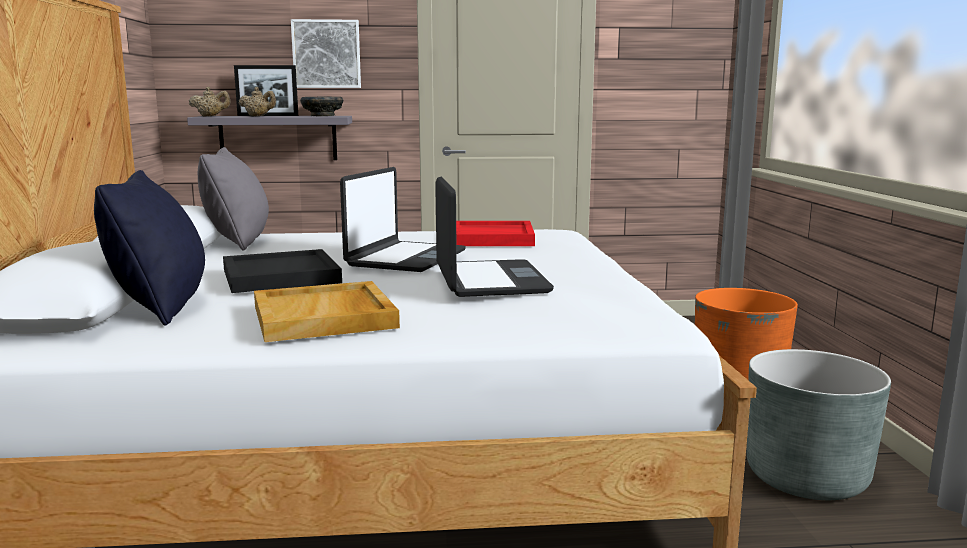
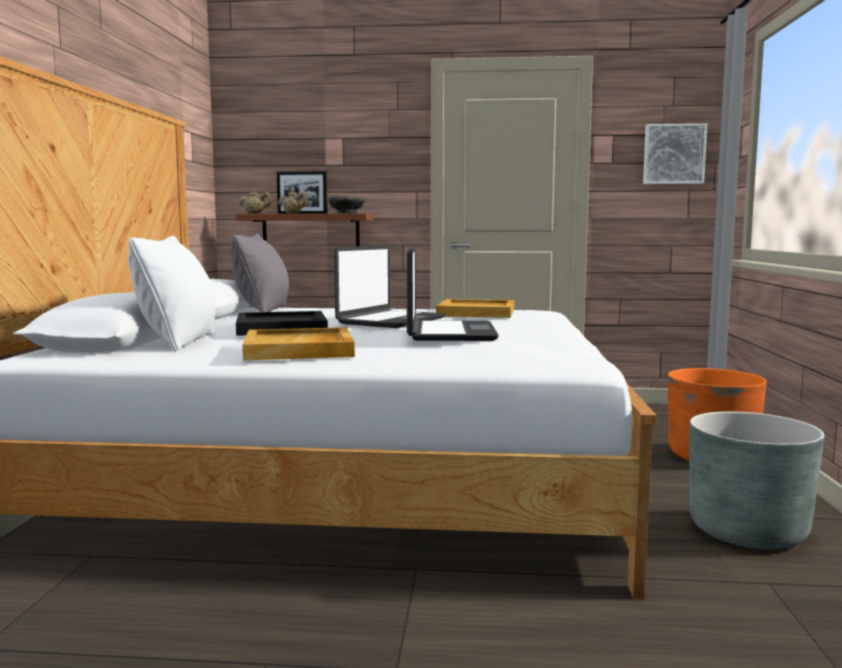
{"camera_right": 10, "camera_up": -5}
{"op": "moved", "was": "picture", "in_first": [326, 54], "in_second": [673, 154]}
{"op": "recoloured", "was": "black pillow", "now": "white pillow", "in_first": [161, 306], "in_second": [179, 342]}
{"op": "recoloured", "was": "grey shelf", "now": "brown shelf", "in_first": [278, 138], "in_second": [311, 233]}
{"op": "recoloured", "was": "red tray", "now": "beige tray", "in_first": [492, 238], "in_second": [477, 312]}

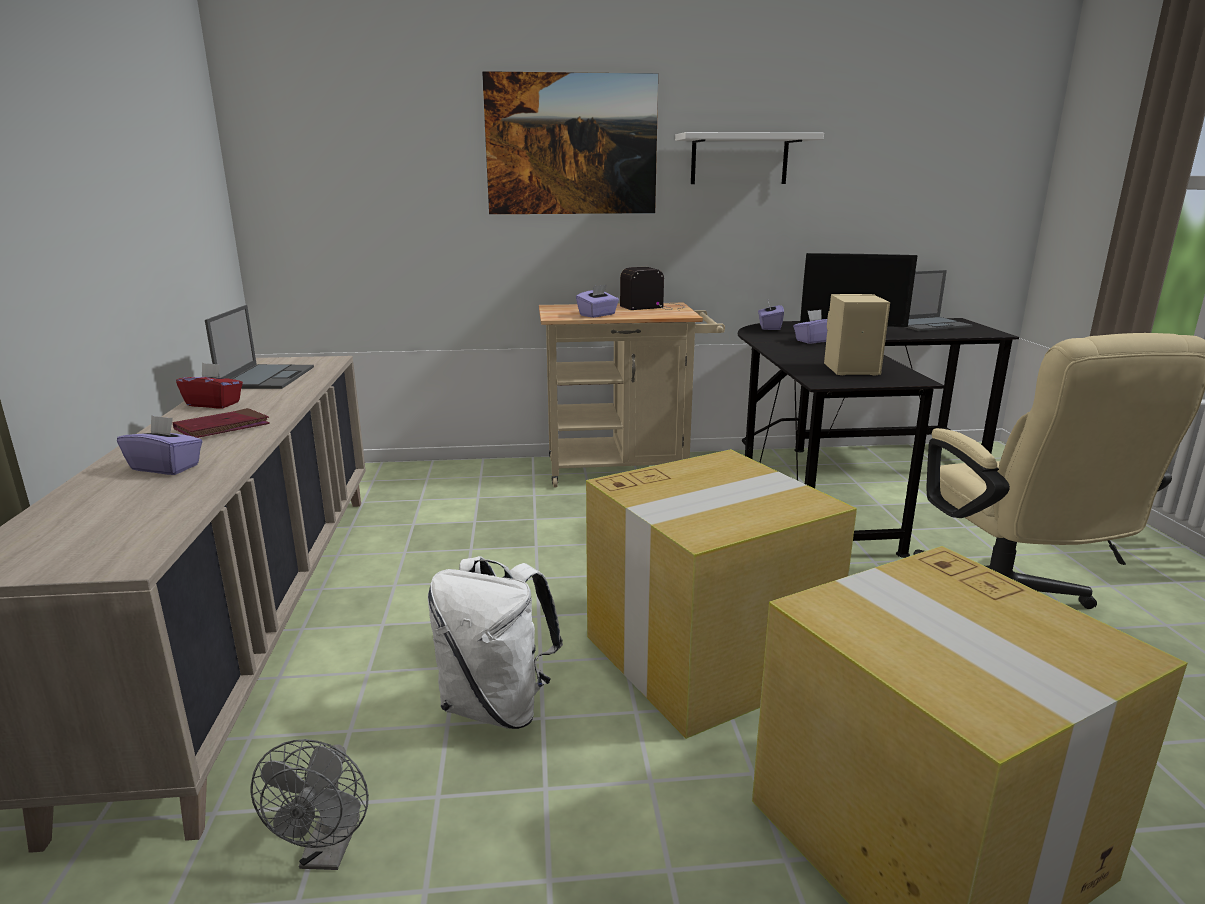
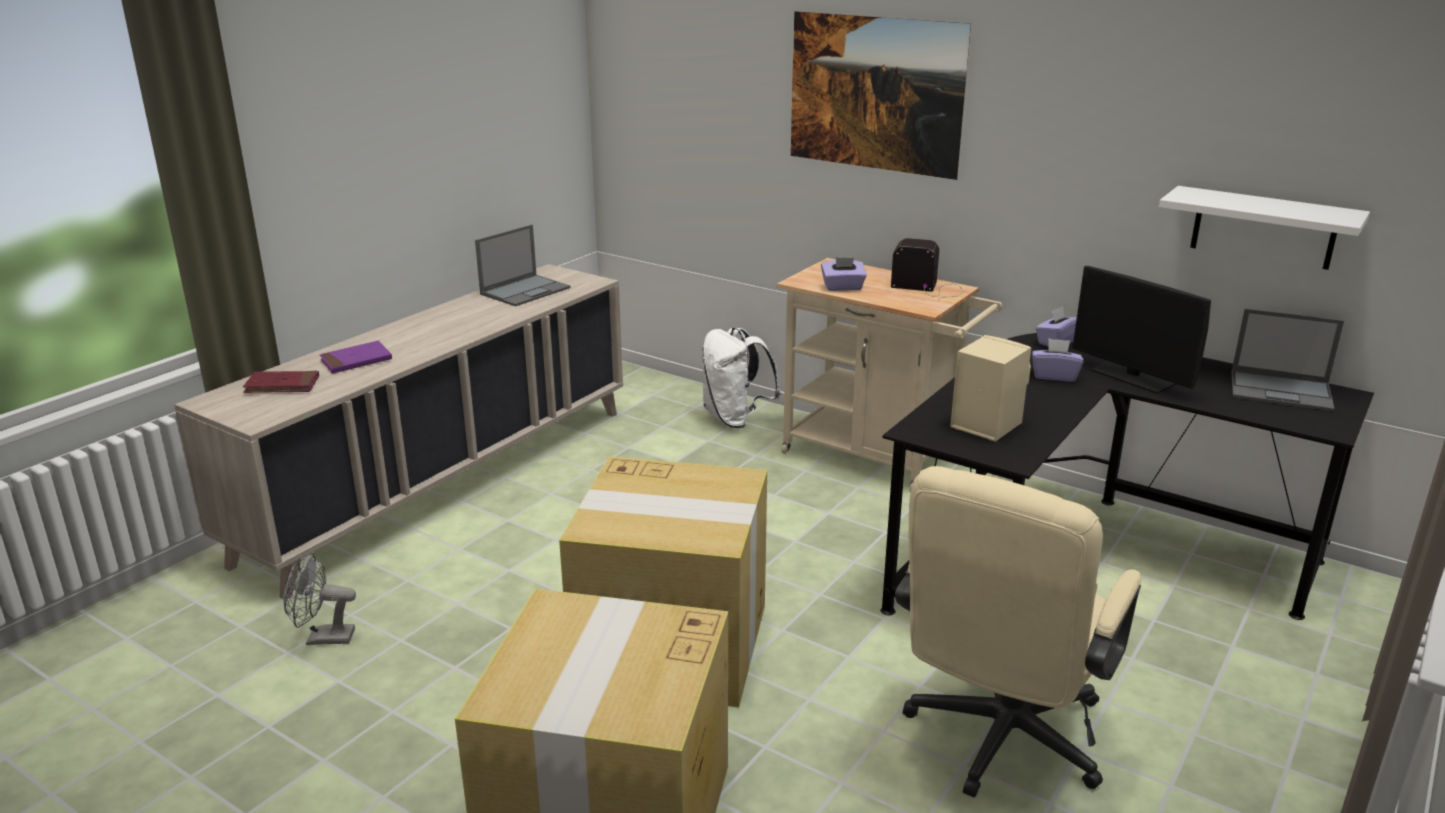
{"camera_right": 40, "camera_up": 5}
{"op": "removed", "was": "red tissue box", "in_first": [214, 404]}
{"op": "moved", "was": "red book", "in_first": [222, 428], "in_second": [282, 385]}
{"op": "moved", "was": "white backpack", "in_first": [497, 706], "in_second": [735, 419]}
{"op": "moved", "was": "white shelf", "in_first": [739, 159], "in_second": [1263, 228]}
{"op": "replaced", "was": "purple tissue box", "now": "purple book", "in_first": [166, 467], "in_second": [356, 360]}
{"op": "turned", "was": "grey fan", "in_first": [327, 853], "in_second": [322, 638], "clockwise": 45}

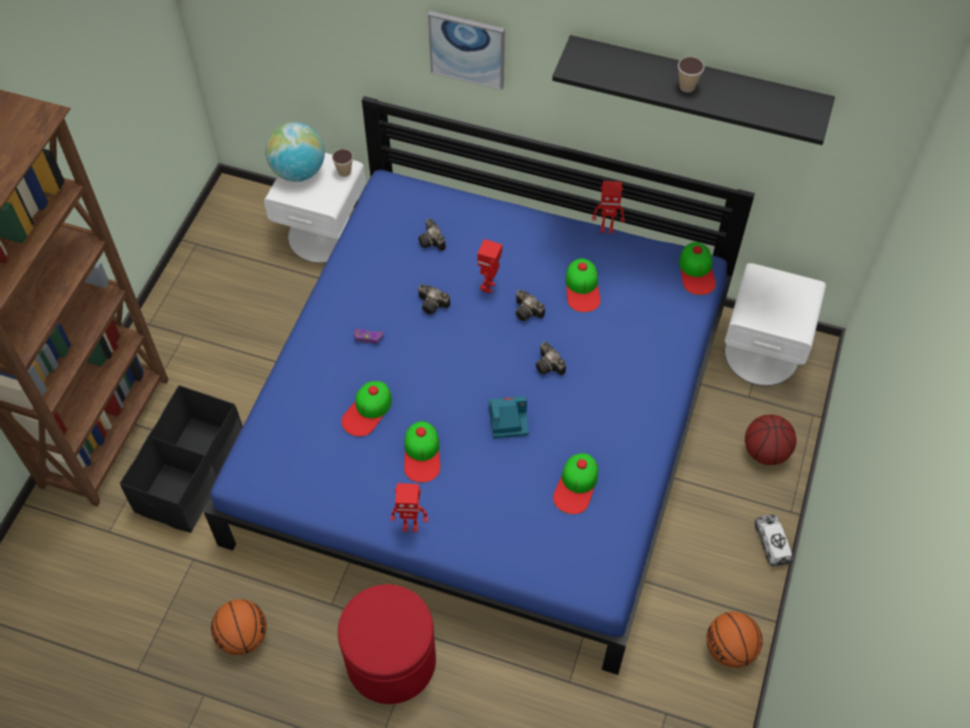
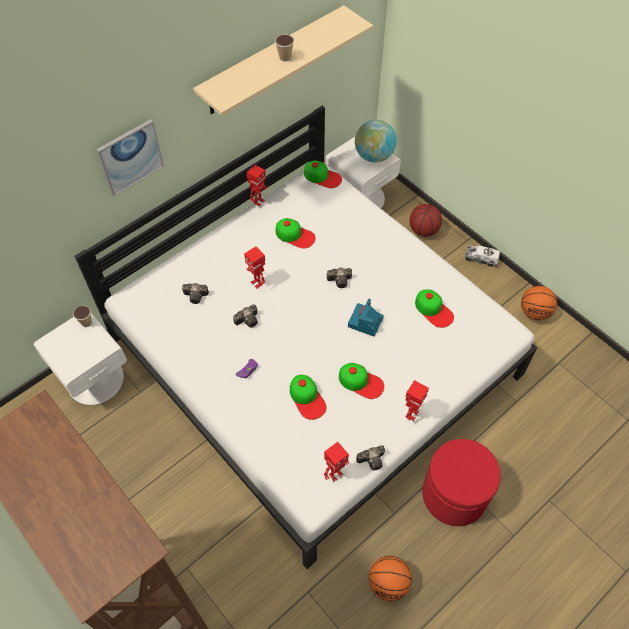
{"camera_right": -60, "camera_up": 0}
{"op": "removed", "was": "black storage box", "in_first": [192, 474]}
{"op": "added", "now": "toy robot", "in_second": [335, 474]}
{"op": "moved", "was": "globe", "in_first": [298, 171], "in_second": [374, 156]}
{"op": "moved", "was": "photo camera", "in_first": [528, 312], "in_second": [373, 460]}
{"op": "recoloured", "was": "blue bed", "now": "white bed", "in_first": [485, 422], "in_second": [315, 356]}
{"op": "recoloured", "was": "black shelf", "now": "beige shelf", "in_first": [696, 85], "in_second": [272, 61]}

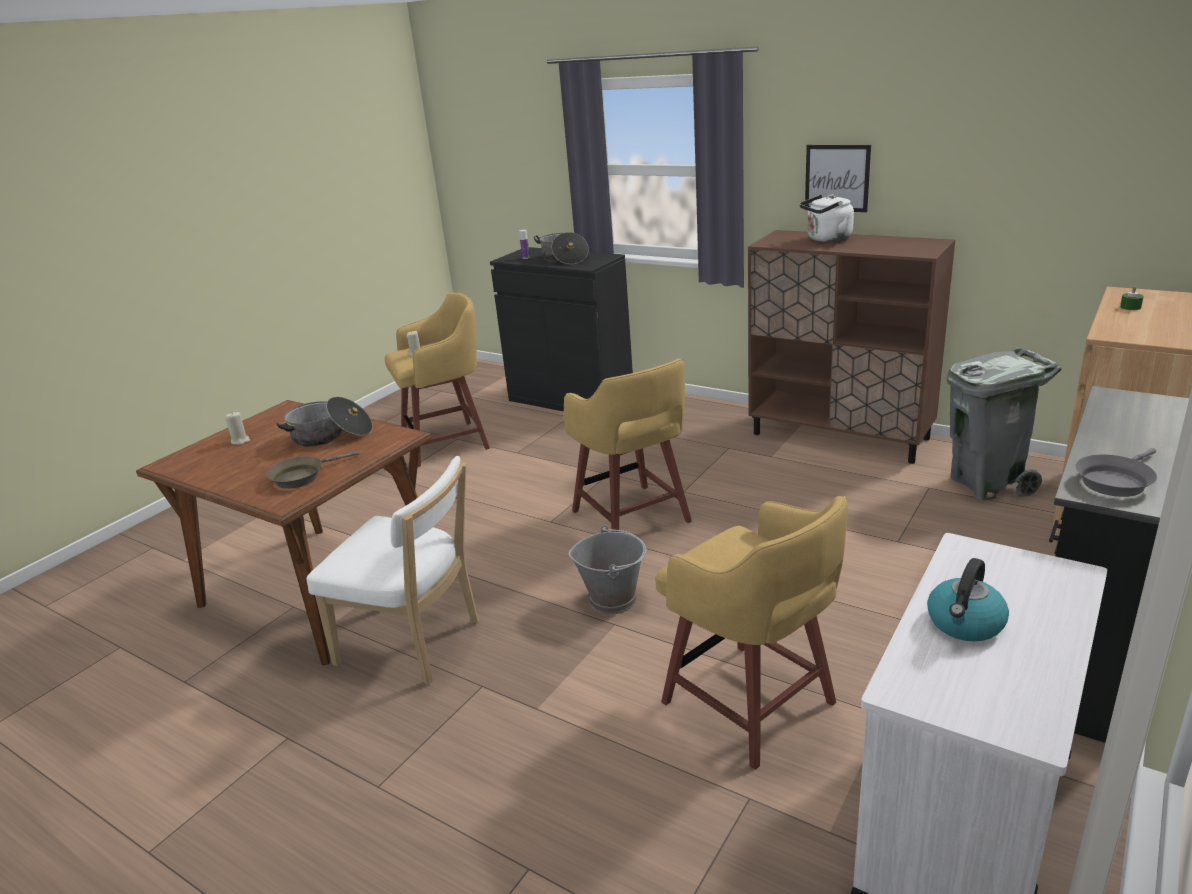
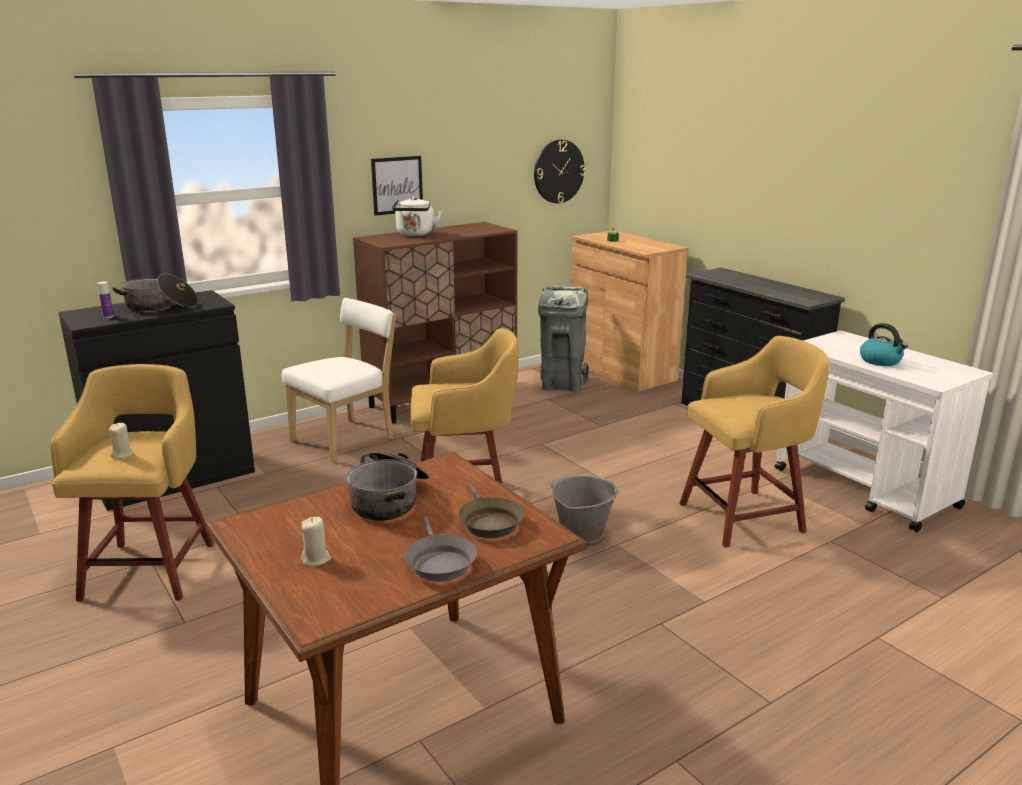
{"camera_right": -70, "camera_up": -5}
{"op": "added", "now": "wall clock", "in_second": [558, 171]}
{"op": "moved", "was": "white chair", "in_first": [415, 644], "in_second": [347, 439]}
{"op": "moved", "was": "grey frying pan", "in_first": [1115, 481], "in_second": [439, 562]}

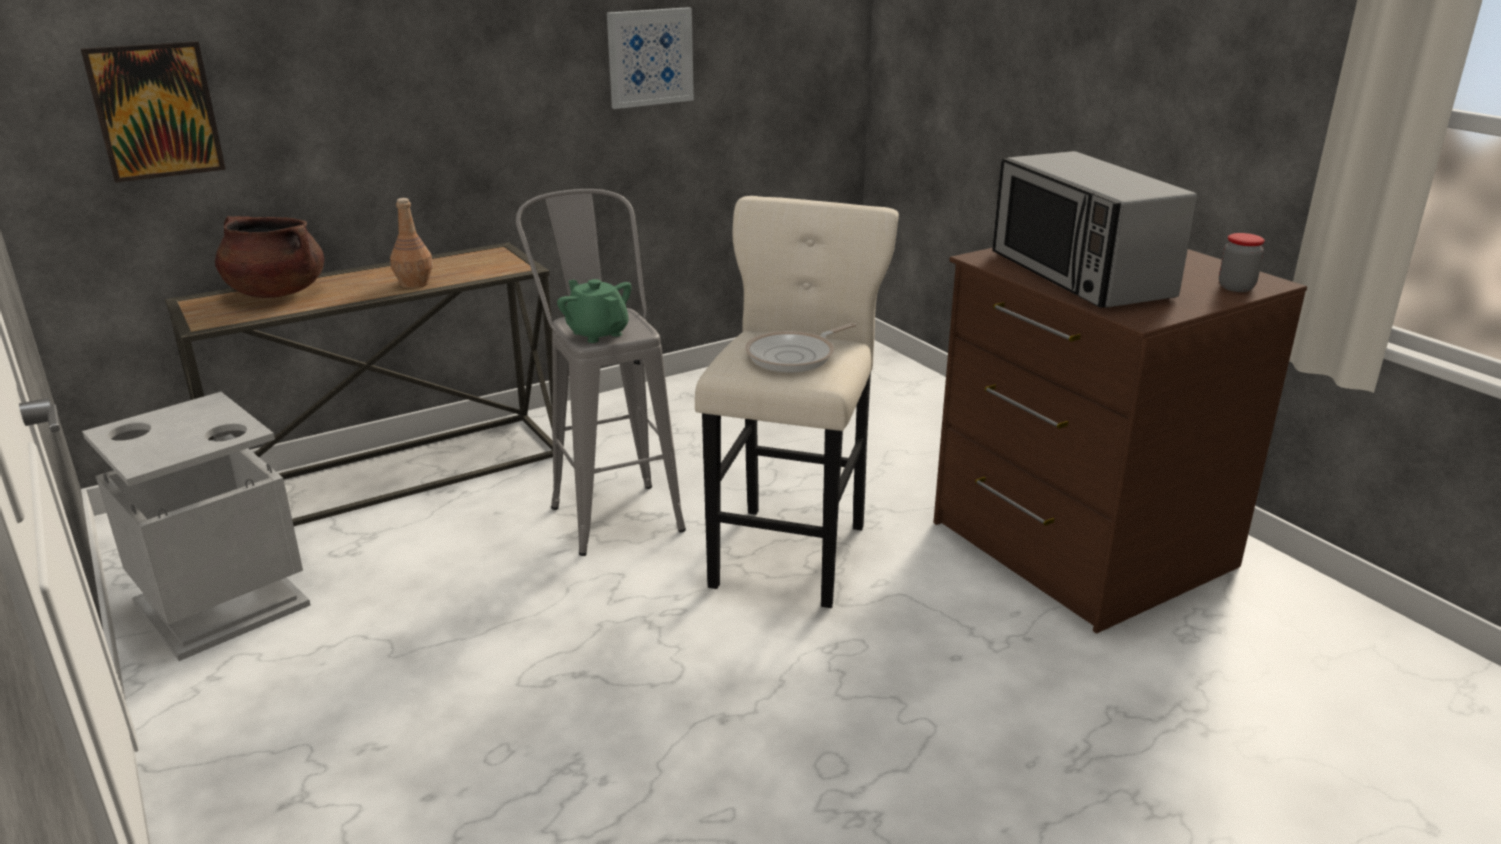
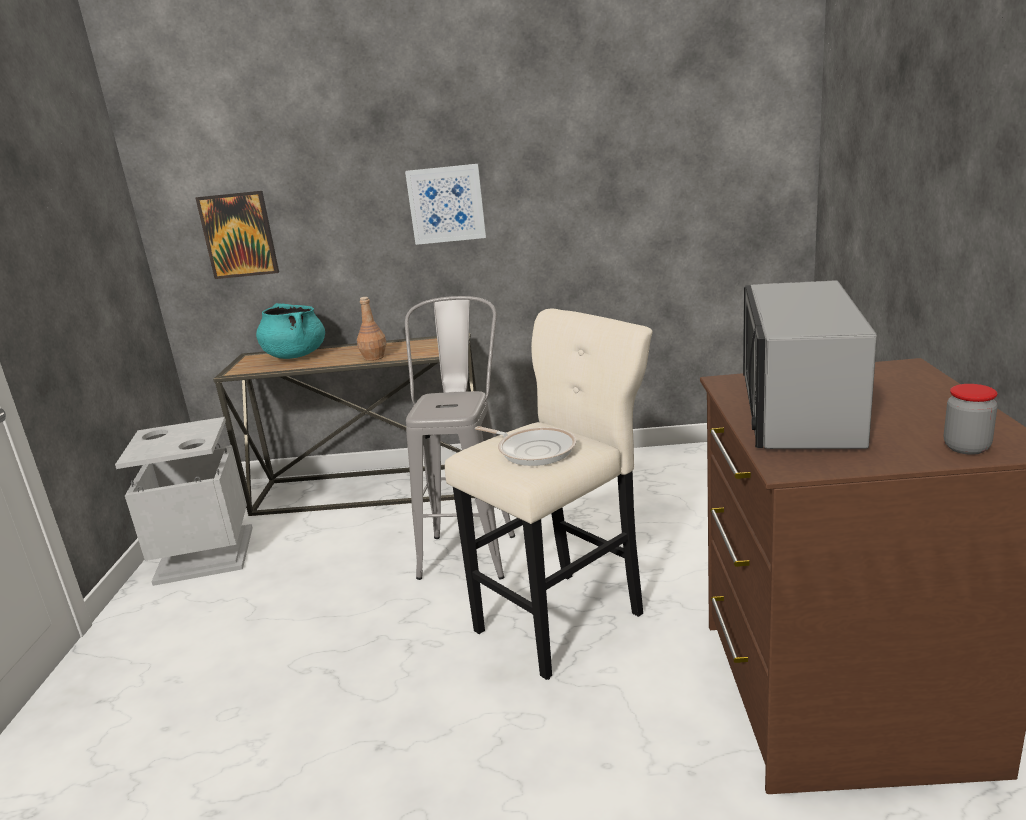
{"camera_right": 35, "camera_up": -5}
{"op": "removed", "was": "green teapot", "in_first": [597, 333]}
{"op": "moved", "was": "picture", "in_first": [650, 57], "in_second": [446, 204]}
{"op": "recoloured", "was": "brown cooking pot", "now": "turquoise cooking pot", "in_first": [276, 292], "in_second": [295, 355]}
{"op": "turned", "was": "frying pan", "in_first": [795, 356], "in_second": [533, 450], "clockwise": -135}

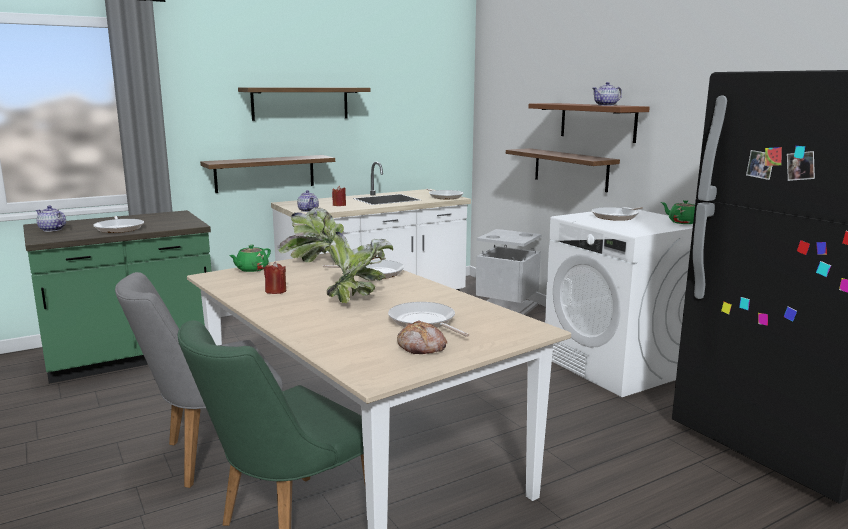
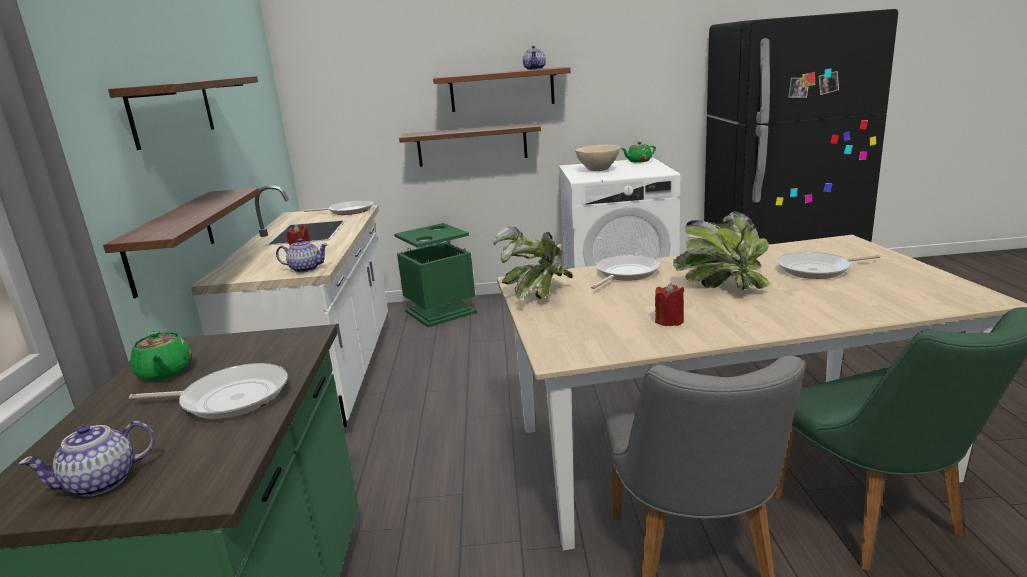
{"camera_right": -60, "camera_up": 5}
{"op": "removed", "was": "bread", "in_first": [422, 347]}
{"op": "moved", "was": "green teapot", "in_first": [251, 269], "in_second": [165, 372]}
{"op": "replaced", "was": "frying pan", "now": "beige bowl", "in_first": [616, 217], "in_second": [598, 170]}
{"op": "recoloured", "was": "grey trash can", "now": "green trash can", "in_first": [507, 307], "in_second": [440, 311]}

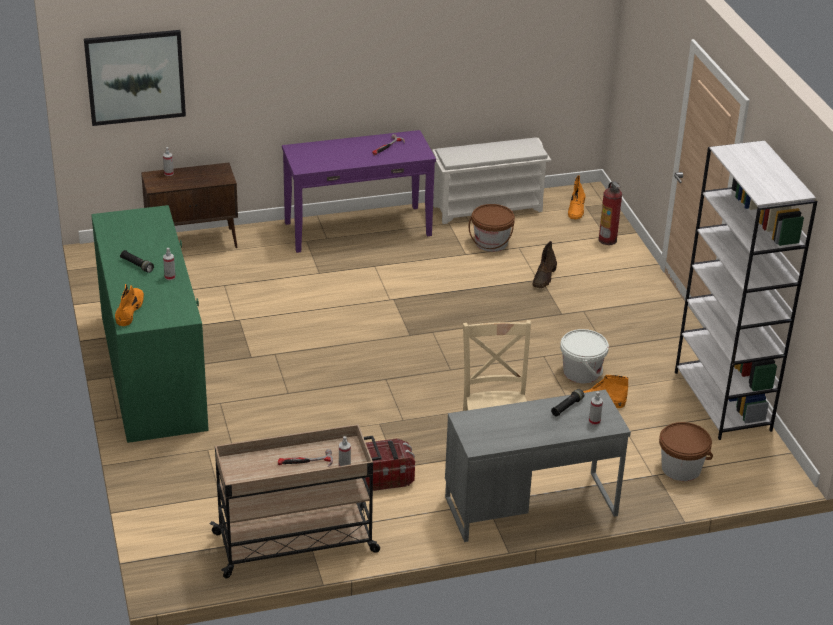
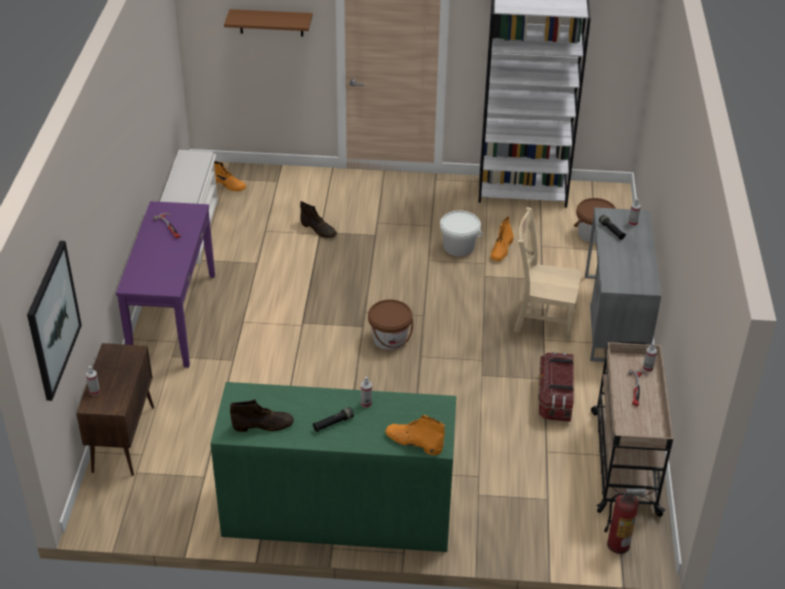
{"camera_right": -70, "camera_up": 5}
{"op": "added", "now": "brown shelf", "in_second": [271, 22]}
{"op": "added", "now": "brown boot", "in_second": [263, 425]}
{"op": "moved", "was": "brown bucket", "in_first": [491, 243], "in_second": [390, 339]}
{"op": "moved", "was": "fire extinguisher", "in_first": [608, 240], "in_second": [618, 544]}

